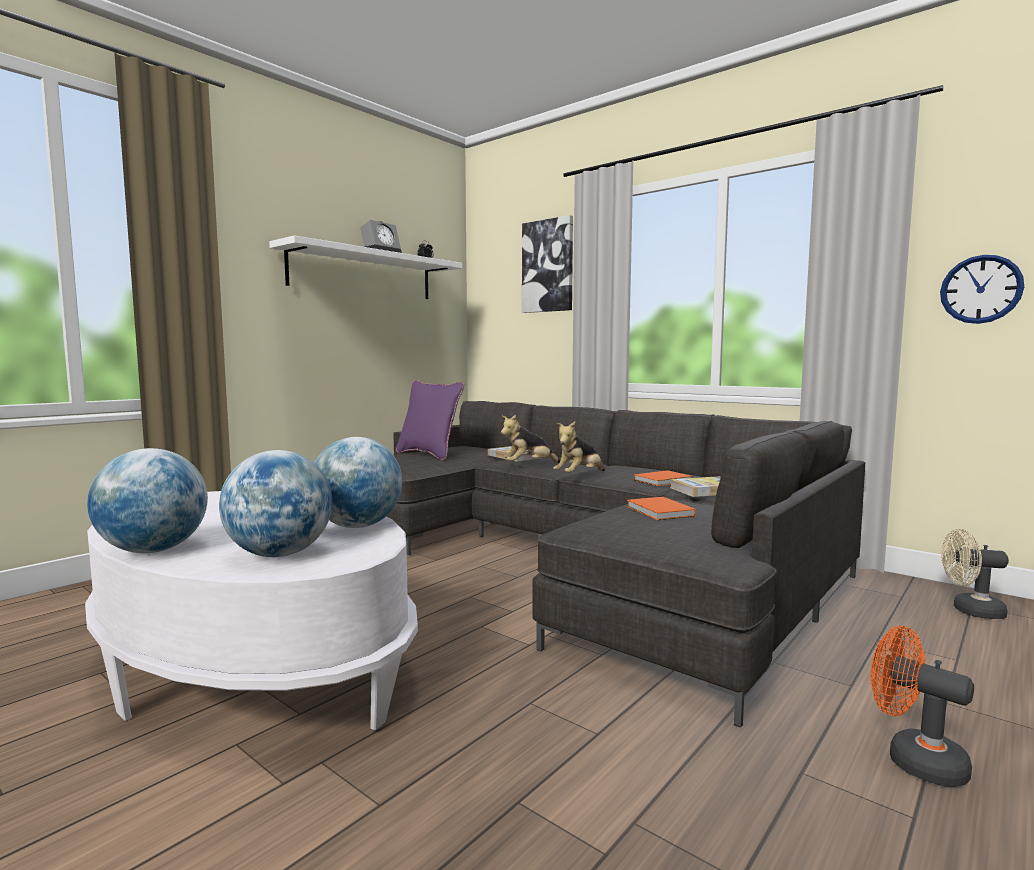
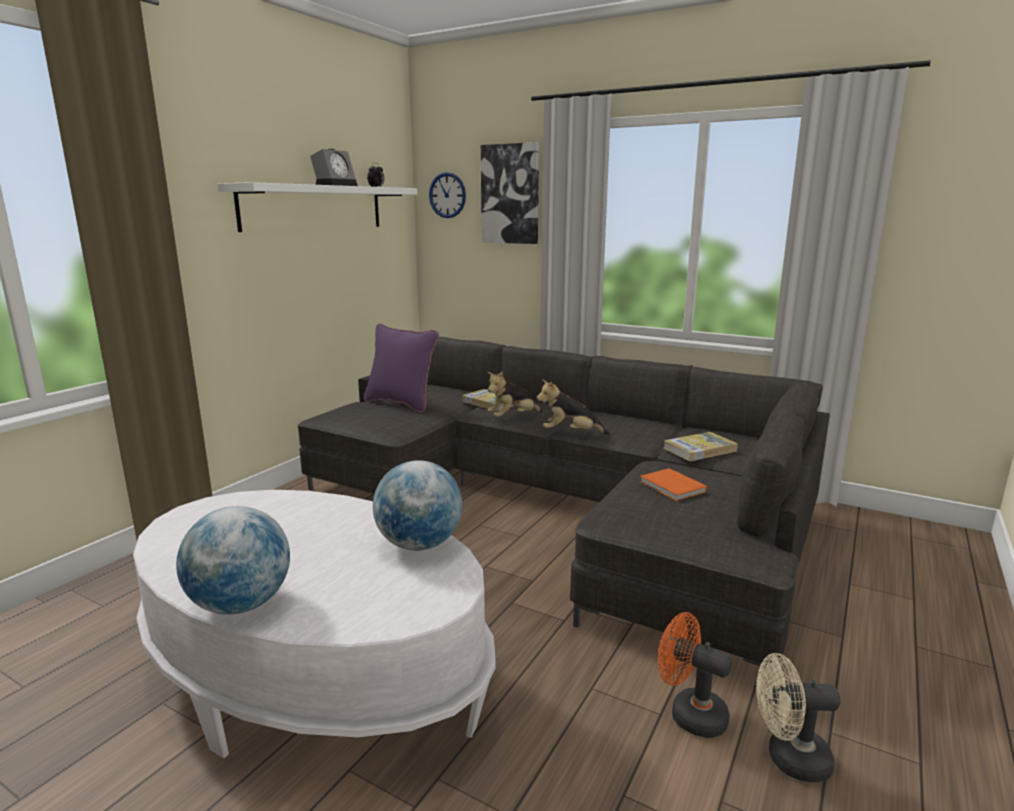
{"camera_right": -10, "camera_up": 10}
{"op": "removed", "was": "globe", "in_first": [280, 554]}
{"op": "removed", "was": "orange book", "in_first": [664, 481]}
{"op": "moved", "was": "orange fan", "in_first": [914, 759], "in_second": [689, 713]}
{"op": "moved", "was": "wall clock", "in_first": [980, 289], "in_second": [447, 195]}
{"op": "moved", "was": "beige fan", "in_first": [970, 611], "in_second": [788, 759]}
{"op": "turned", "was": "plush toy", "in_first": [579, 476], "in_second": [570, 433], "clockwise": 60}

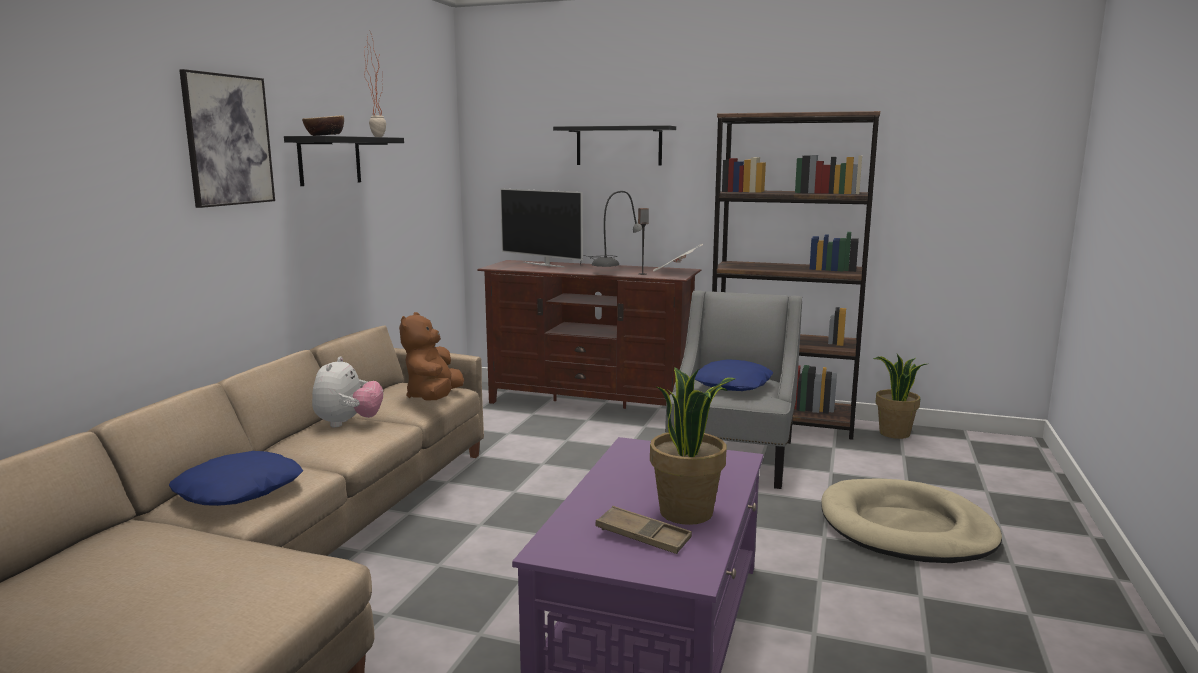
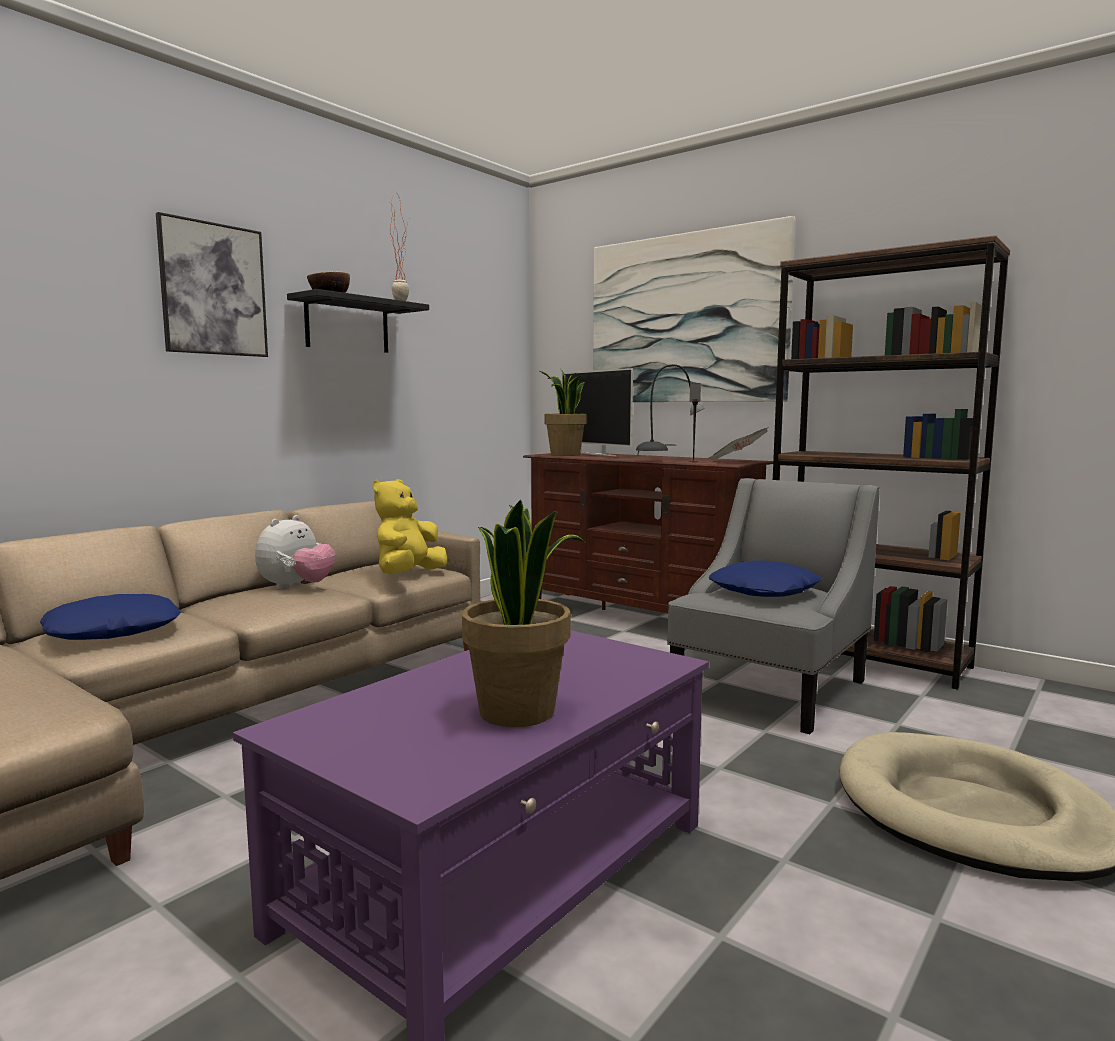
{"camera_right": 20, "camera_up": -5}
{"op": "removed", "was": "brown tray", "in_first": [643, 536]}
{"op": "moved", "was": "potted plant", "in_first": [894, 433], "in_second": [564, 455]}
{"op": "replaced", "was": "black shelf", "now": "picture", "in_first": [619, 146], "in_second": [685, 319]}
{"op": "recoloured", "was": "brown plush toy", "now": "yellow plush toy", "in_first": [434, 398], "in_second": [408, 575]}

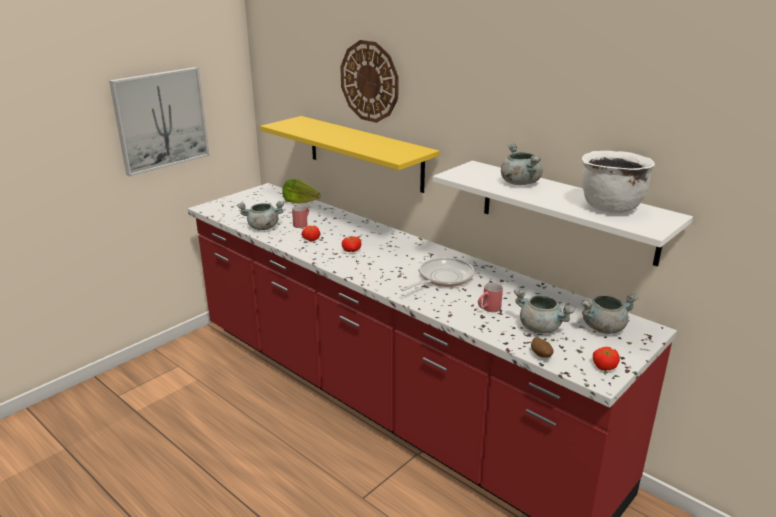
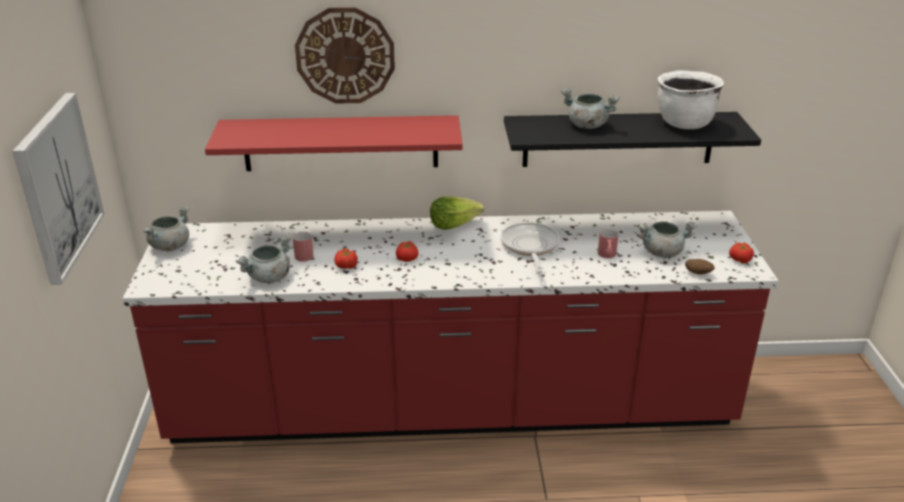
{"camera_right": -45, "camera_up": 5}
{"op": "moved", "was": "lettuce", "in_first": [301, 202], "in_second": [453, 224]}
{"op": "moved", "was": "grey cooking pot", "in_first": [603, 327], "in_second": [170, 246]}
{"op": "recoloured", "was": "yellow shelf", "now": "red shelf", "in_first": [364, 153], "in_second": [341, 143]}
{"op": "recoloured", "was": "white shelf", "now": "black shelf", "in_first": [567, 211], "in_second": [618, 139]}

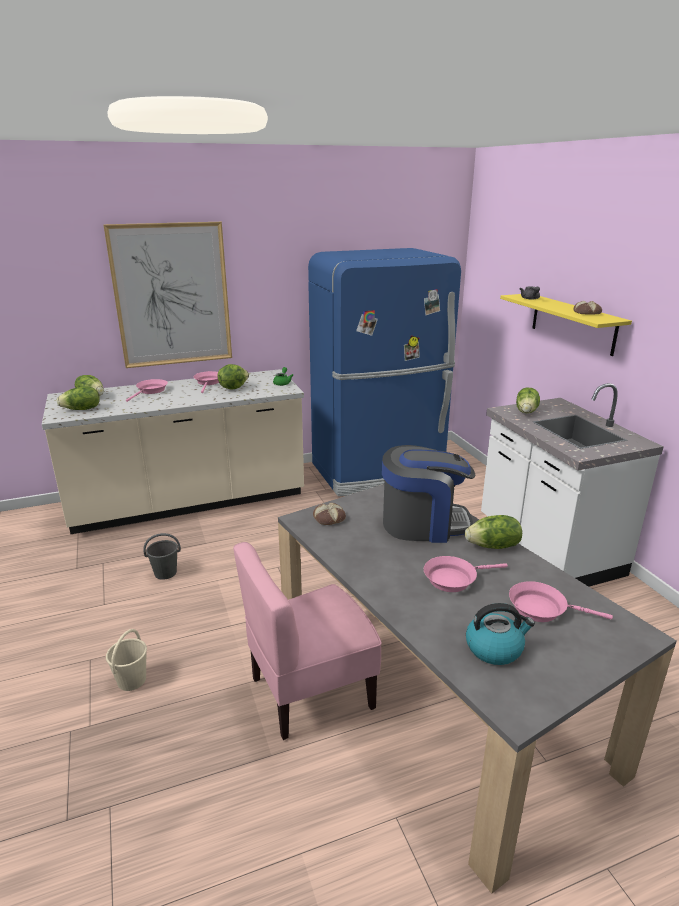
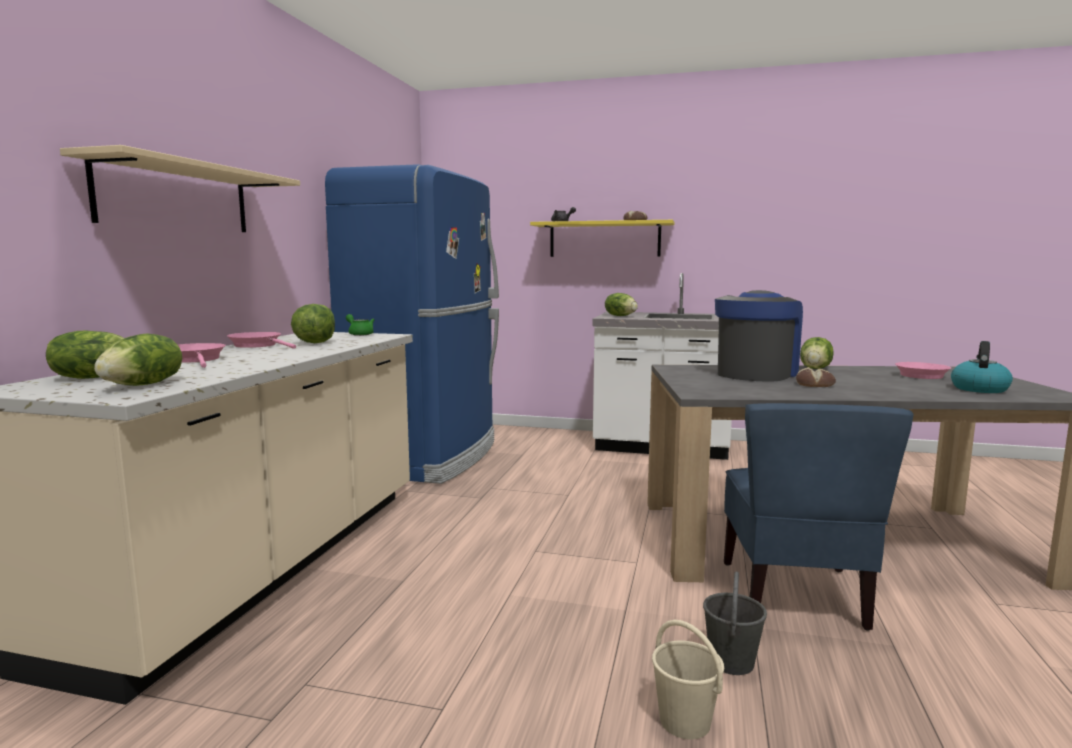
{"camera_right": -55, "camera_up": -15}
{"op": "removed", "was": "pink frying pan", "in_first": [453, 579]}
{"op": "moved", "was": "grey bucket", "in_first": [165, 573], "in_second": [731, 662]}
{"op": "moved", "was": "bread", "in_first": [329, 518], "in_second": [815, 384]}
{"op": "replaced", "was": "picture", "now": "beige shelf", "in_first": [172, 295], "in_second": [176, 198]}
{"op": "recoloured", "was": "pink chair", "now": "blue chair", "in_first": [311, 692], "in_second": [794, 594]}

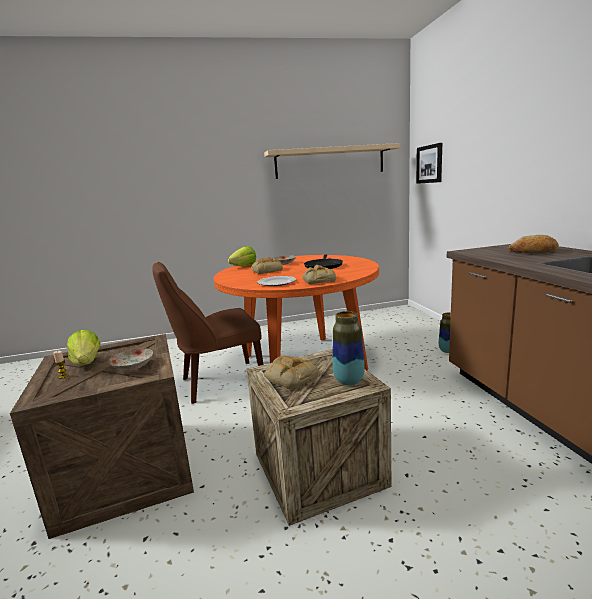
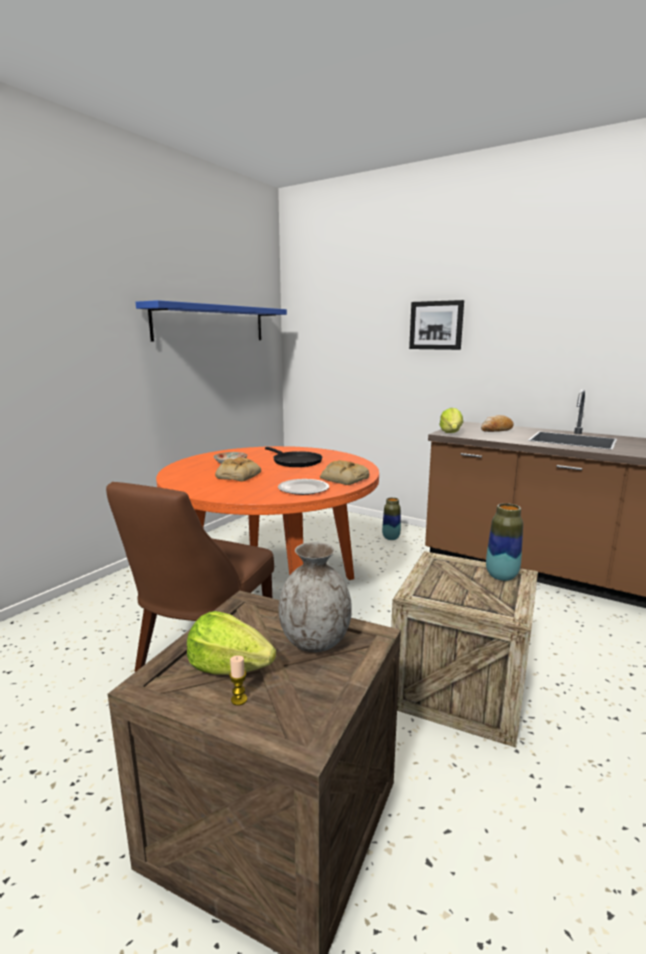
{"camera_right": -45, "camera_up": 0}
{"op": "removed", "was": "bread", "in_first": [289, 377]}
{"op": "moved", "was": "lettuce", "in_first": [244, 266], "in_second": [451, 433]}
{"op": "moved", "was": "picture", "in_first": [430, 164], "in_second": [436, 325]}
{"op": "replaced", "was": "plate", "now": "grey vase", "in_first": [132, 366], "in_second": [314, 642]}
{"op": "recoloured", "was": "beige shelf", "now": "blue shelf", "in_first": [330, 162], "in_second": [211, 323]}

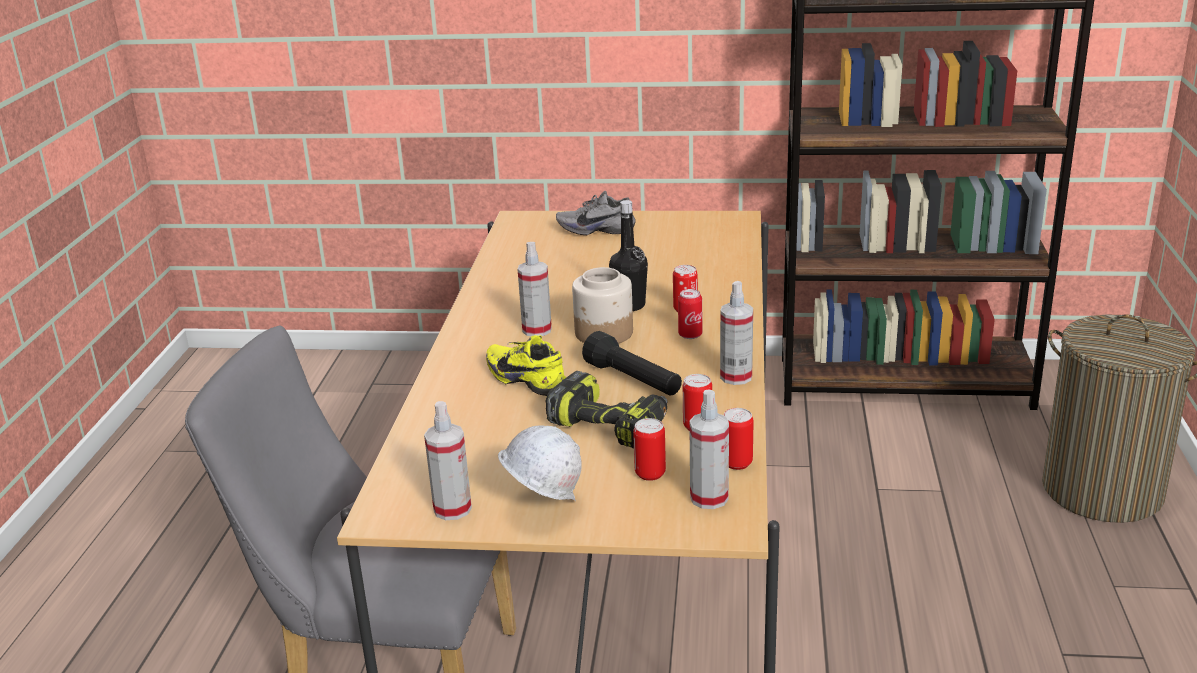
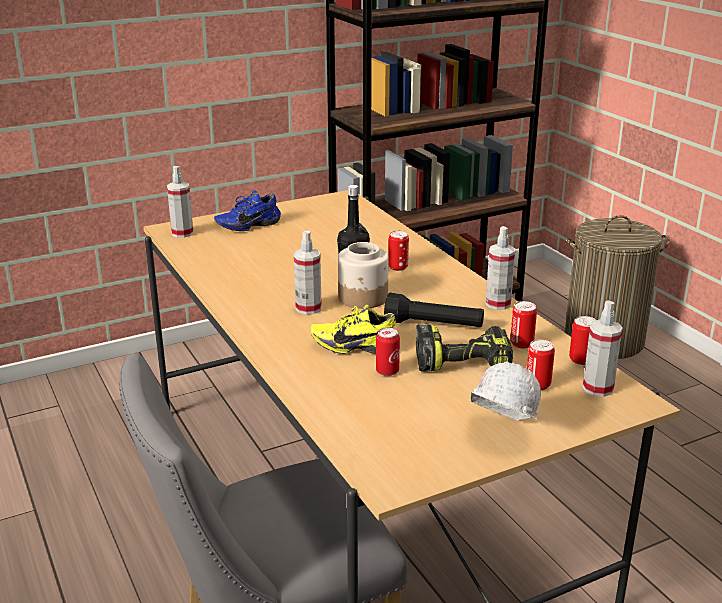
{"camera_right": -35, "camera_up": 0}
{"op": "moved", "was": "spray bottle", "in_first": [452, 509], "in_second": [182, 233]}
{"op": "moved", "was": "can", "in_first": [690, 335], "in_second": [387, 371]}
{"op": "recoloured", "was": "grey shoe", "now": "blue shoe", "in_first": [596, 229], "in_second": [247, 225]}

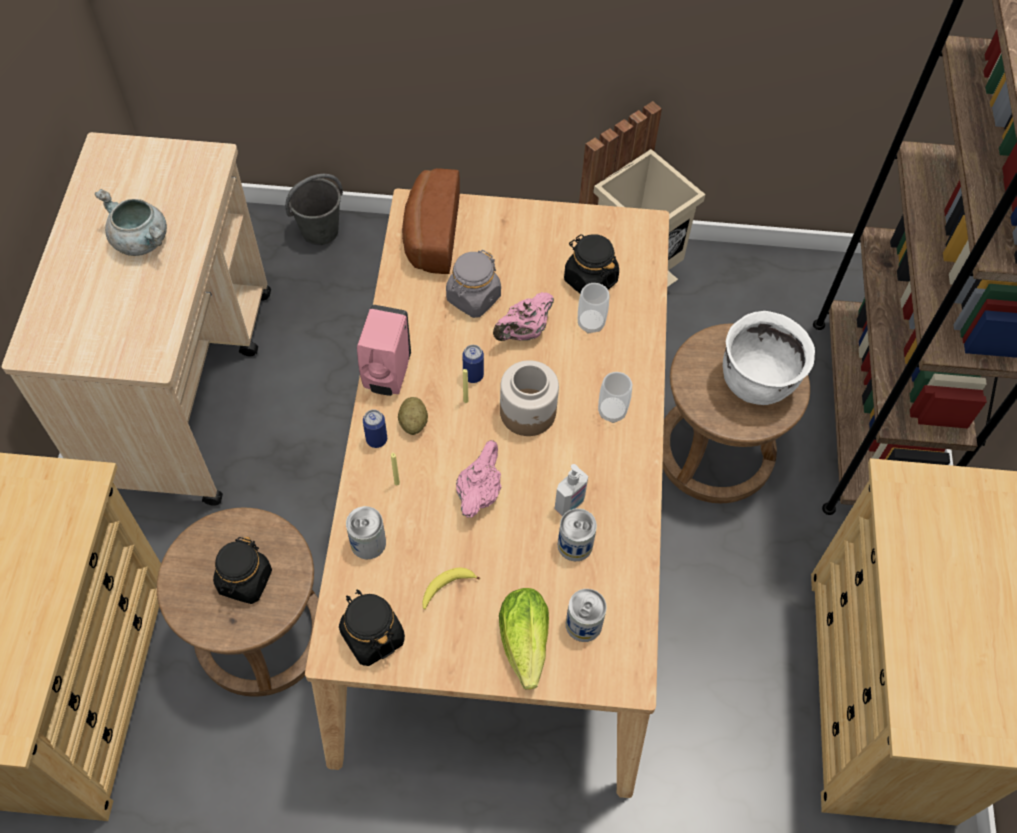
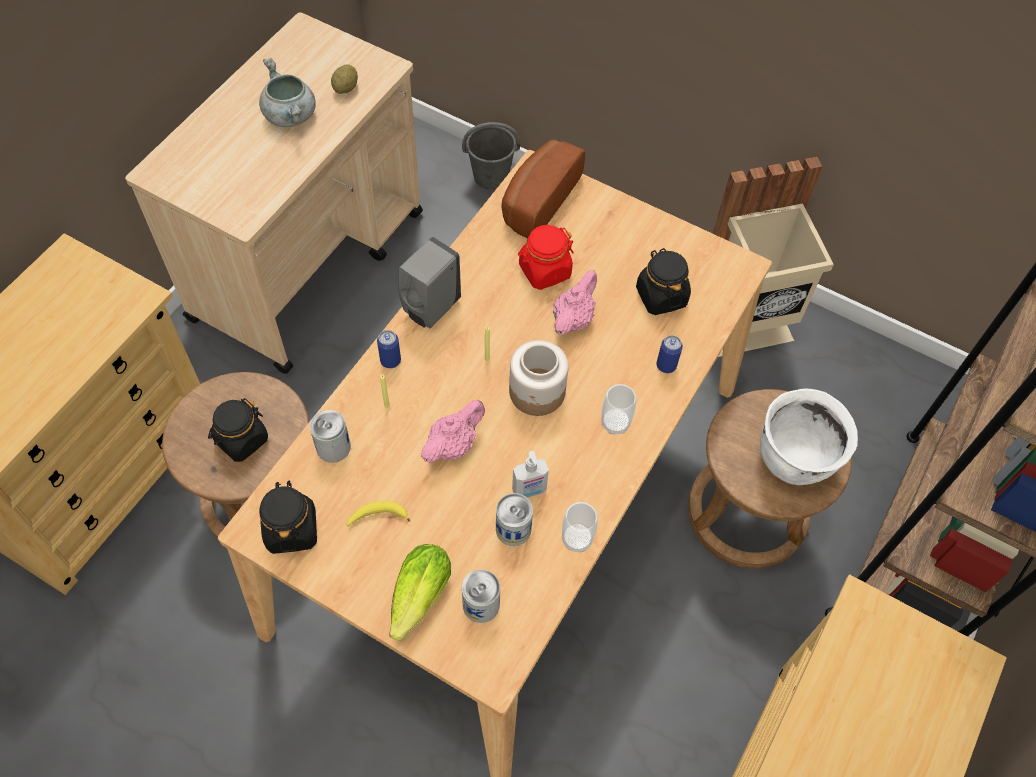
{"camera_right": 25, "camera_up": 0}
{"op": "moved", "was": "potato", "in_first": [413, 422], "in_second": [345, 88]}
{"op": "moved", "was": "can", "in_first": [473, 375], "in_second": [666, 365]}
{"op": "moved", "was": "cup", "in_first": [591, 323], "in_second": [577, 539]}
{"op": "recoloured", "was": "pink soap dispenser", "now": "grey soap dispenser", "in_first": [387, 376], "in_second": [430, 309]}
{"op": "recoloured", "was": "grey jar", "now": "red jar", "in_first": [473, 298], "in_second": [544, 271]}
{"op": "turned", "was": "pink teapot", "in_first": [523, 332], "in_second": [573, 319], "clockwise": 135}

